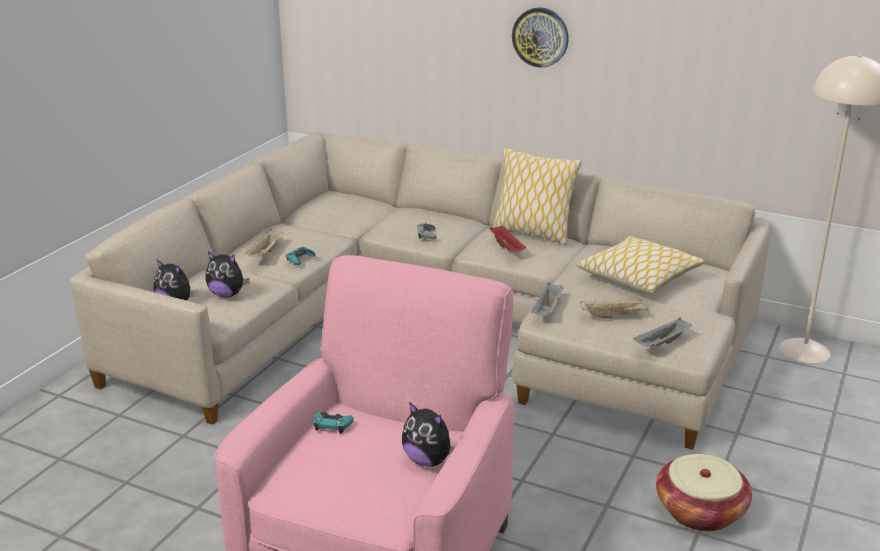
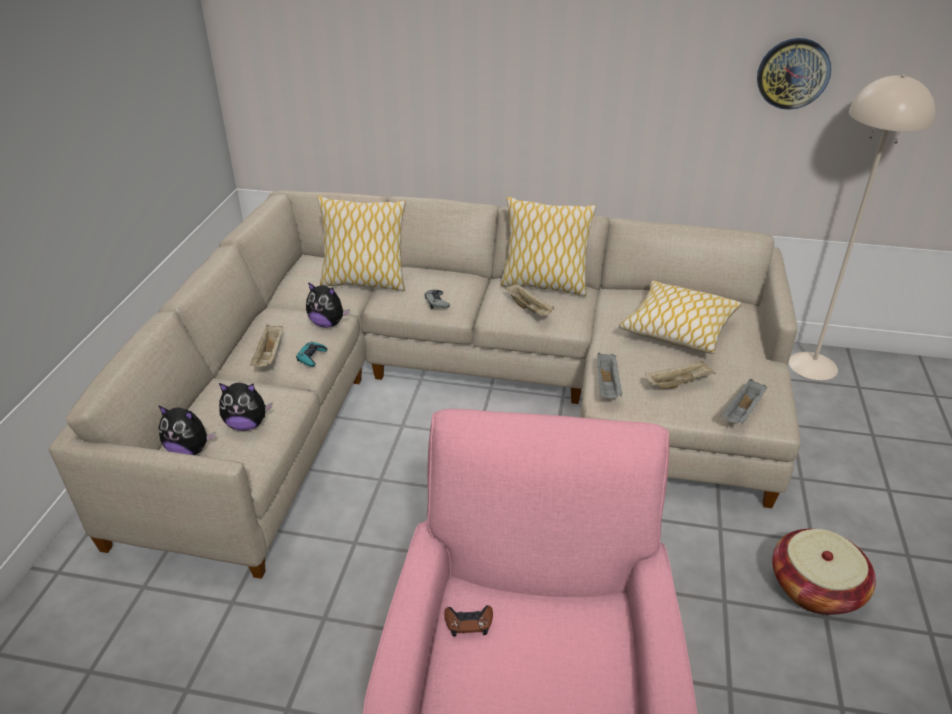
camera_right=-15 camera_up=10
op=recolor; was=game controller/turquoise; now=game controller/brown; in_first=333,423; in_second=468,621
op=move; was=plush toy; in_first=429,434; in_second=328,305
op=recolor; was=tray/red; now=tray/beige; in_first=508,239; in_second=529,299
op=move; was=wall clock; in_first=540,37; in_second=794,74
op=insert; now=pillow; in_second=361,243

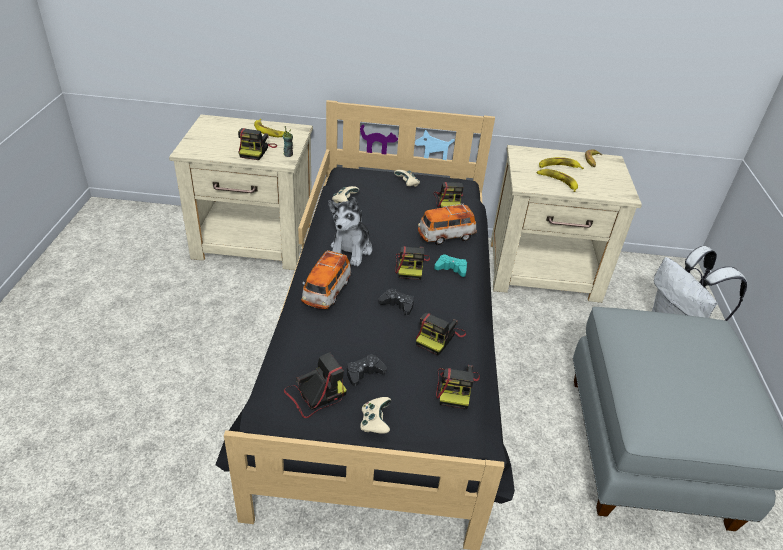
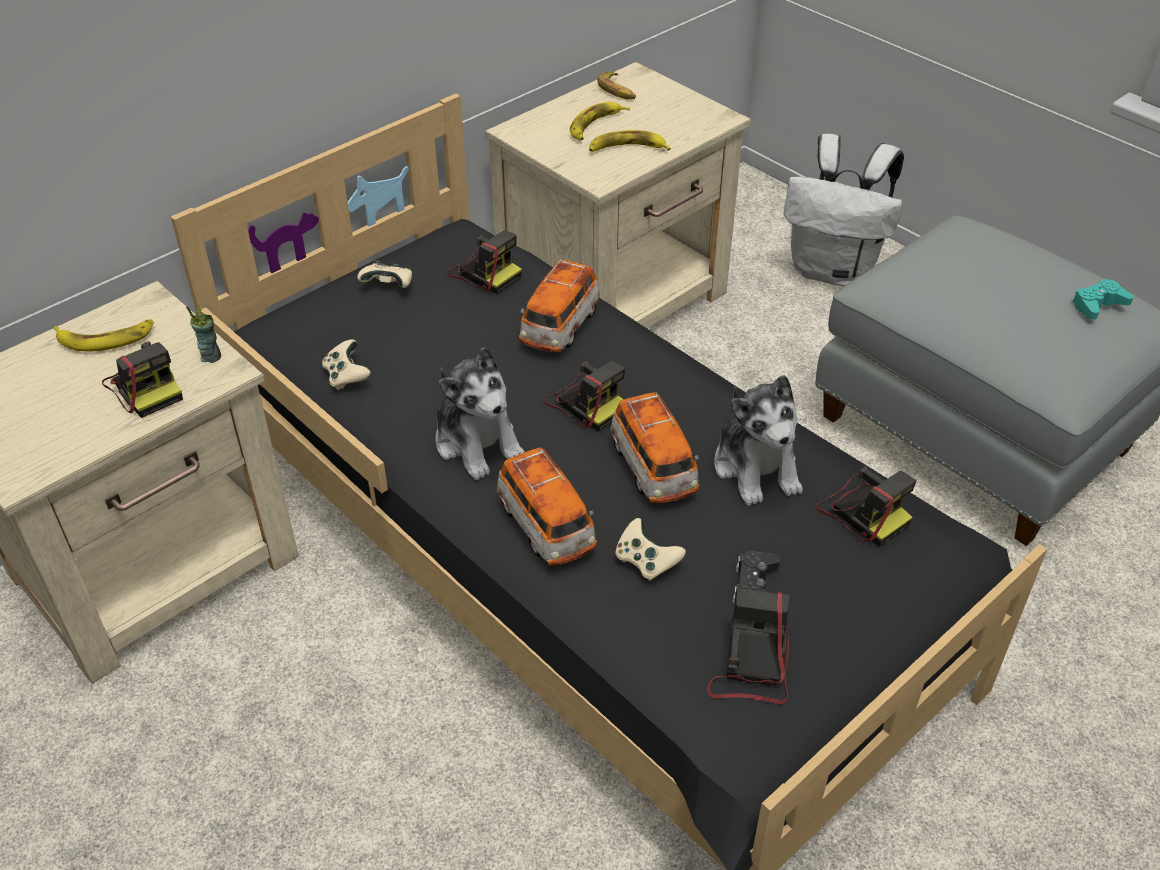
camera_right=-45 camera_up=5
op=move; was=game controller/beige; in_first=375,415; in_second=650,549
op=replace; was=game controller/black; now=toy car; in_first=396,301; in_second=655,447
op=replace; was=photo camera; now=plush toy; in_first=441,334; in_second=758,440
op=move; was=game controller/turquoise; in_first=450,265; in_second=1103,299

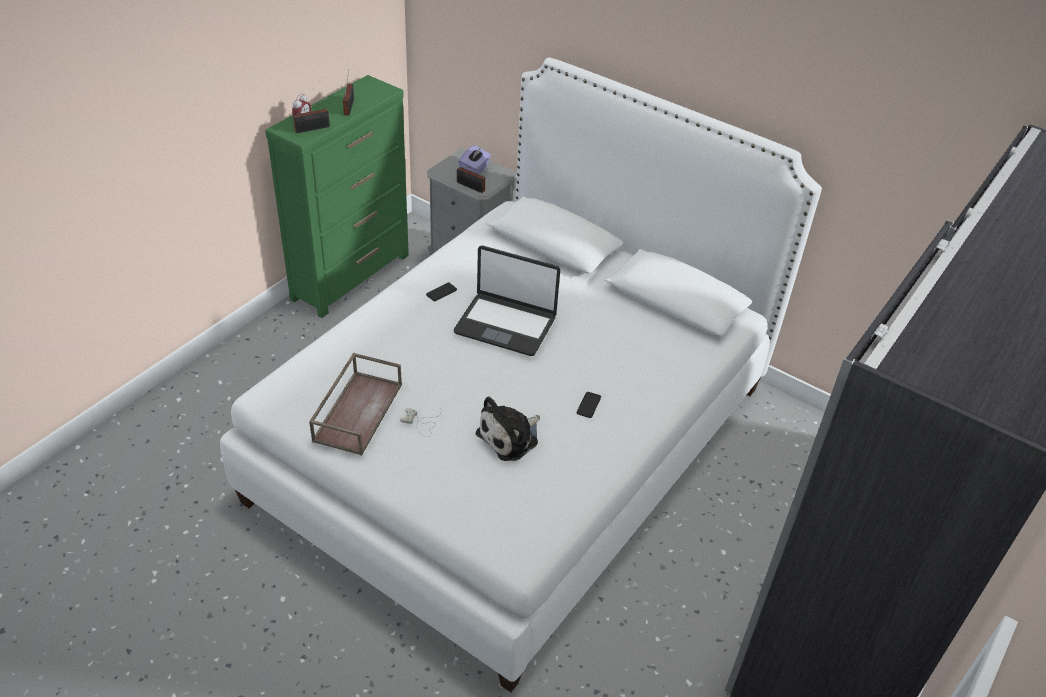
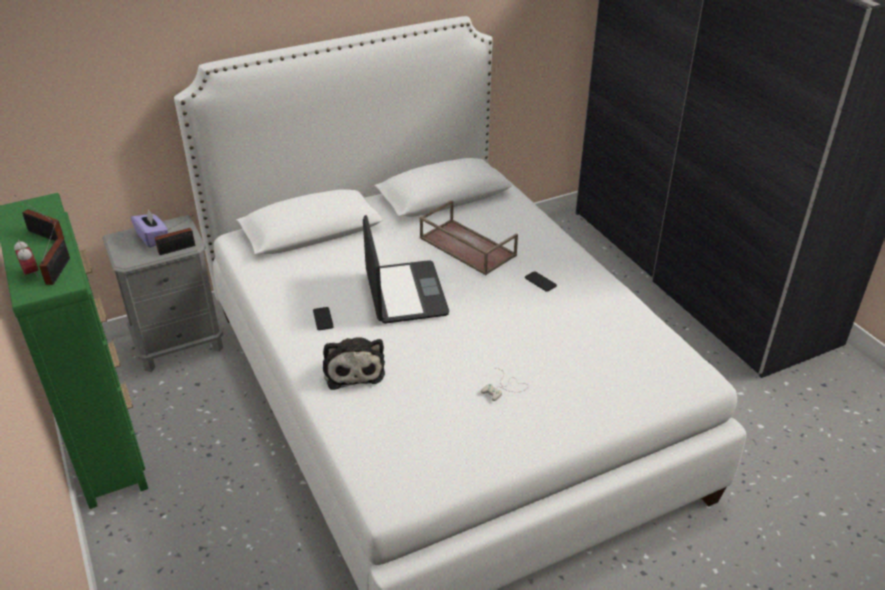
camera_right=-60 camera_up=-5
op=move; was=tray/brown; in_first=355,404; in_second=468,237
op=rotate; was=laptop; in_first=507,301; in_second=406,269; clockwise=-60
op=move; was=plush toy; in_first=507,428; in_second=354,363

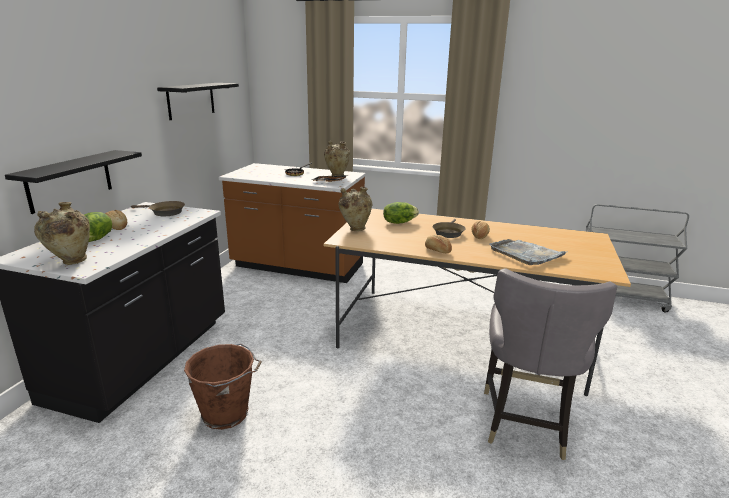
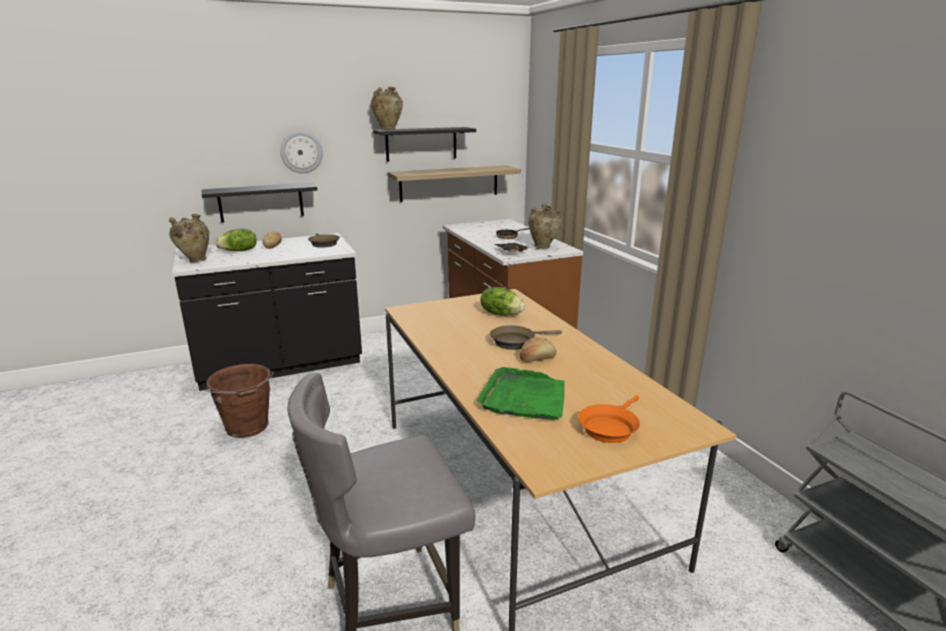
camera_right=50 camera_up=0
op=move; was=vase/beige; in_first=355,209; in_second=387,108
op=delete; was=bread; in_first=438,244
op=recolor; was=tray/grey; now=tray/green; in_first=528,252; in_second=521,393
op=insert; now=wall clock; in_second=301,152
op=insert; now=shelf; in_second=454,183
op=insert; now=frying pan/orange; in_second=609,419

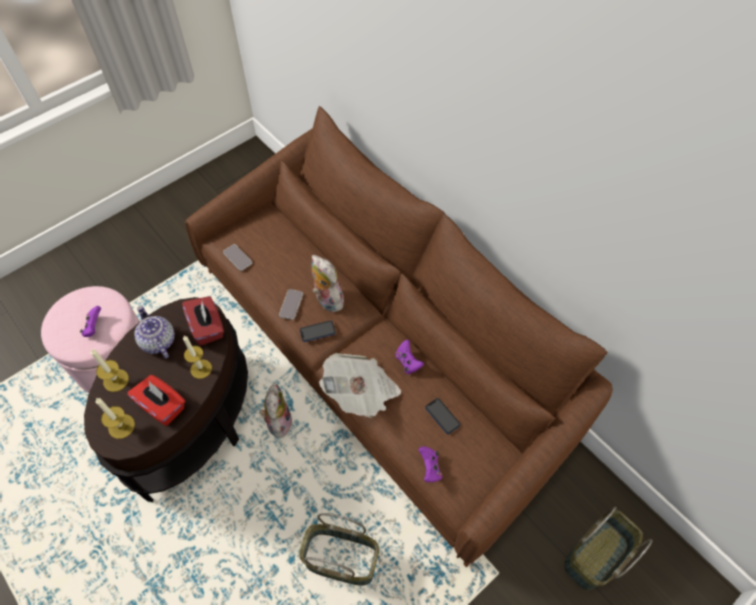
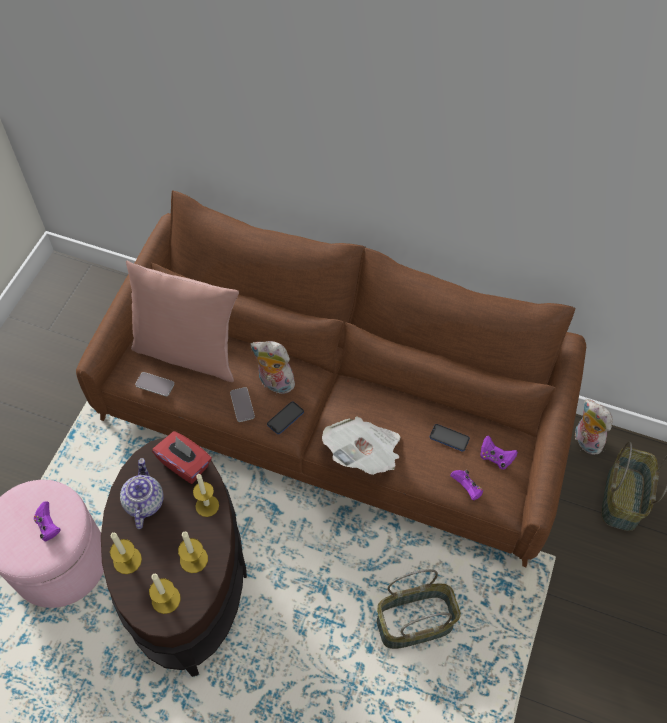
camera_right=-30 camera_up=0
op=replace; was=tissue box/red; now=candle; in_first=156,400; in_second=193,552
op=rotate; was=teapot; in_first=154,332; in_second=142,493; clockwise=60
op=move; was=plush toy; in_first=276,410; in_second=594,427
op=move; was=game controller/purple; in_first=409,357; in_second=499,452
op=insert; now=pillow/pink; in_second=182,321

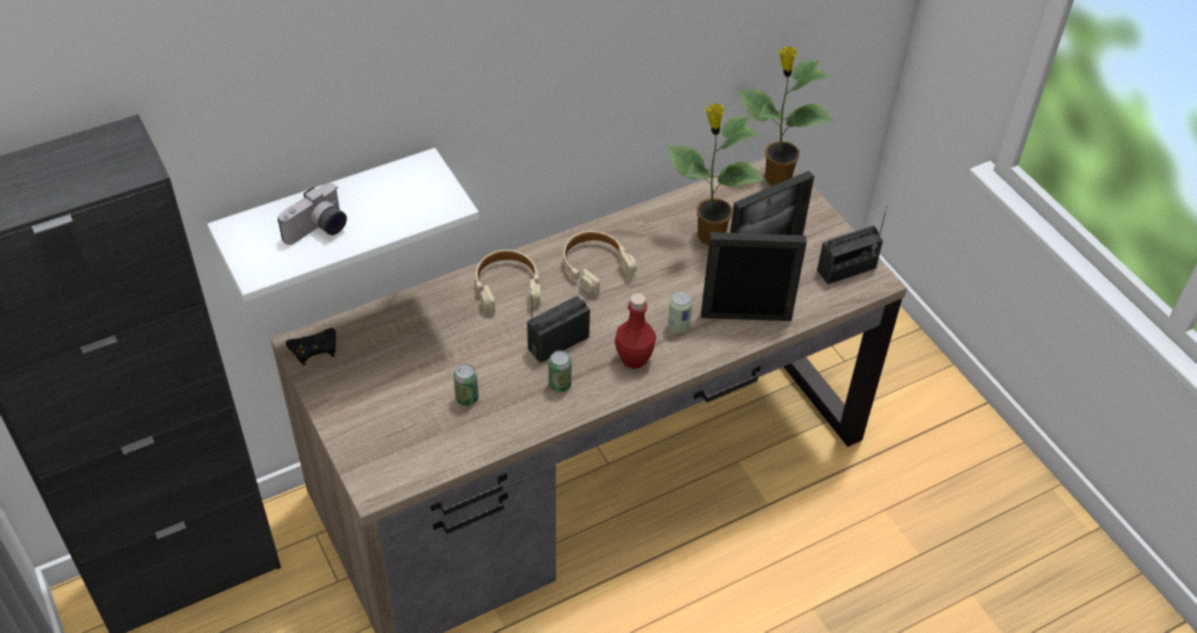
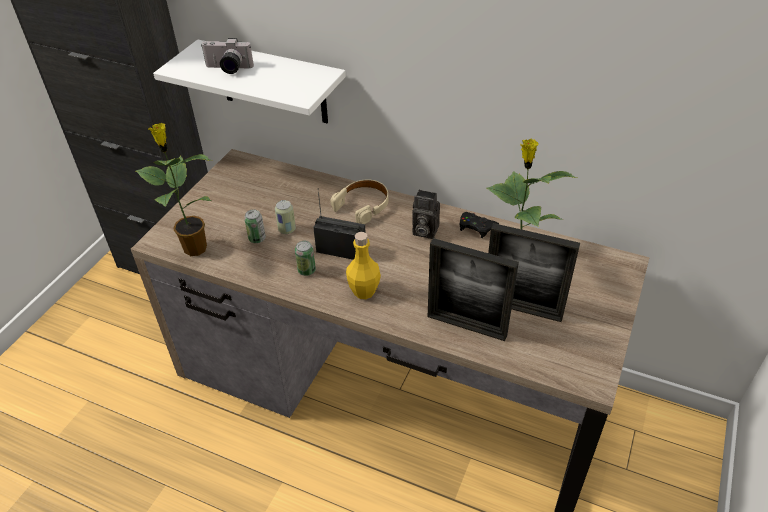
camera_right=55 camera_up=-5
op=move; was=game controller/black; in_first=311,346; in_second=479,225
op=replace; was=headphones/beige; now=photo camera; in_first=600,263; in_second=426,214
op=recolor; was=bottle/red; now=bottle/yellow; in_first=635,331; in_second=363,265
op=move; was=can; in_first=680,312; in_second=285,217
op=rotate; was=picture frame; in_first=754,276; in_second=473,289; clockwise=150
op=move; was=potted plant; in_first=785,116; in_second=174,189
op=delete; was=radio; in_first=852,245

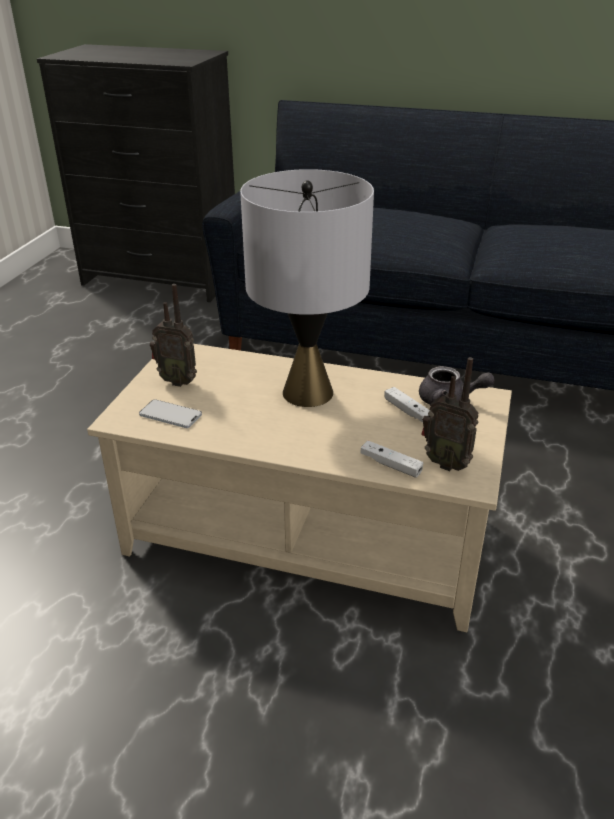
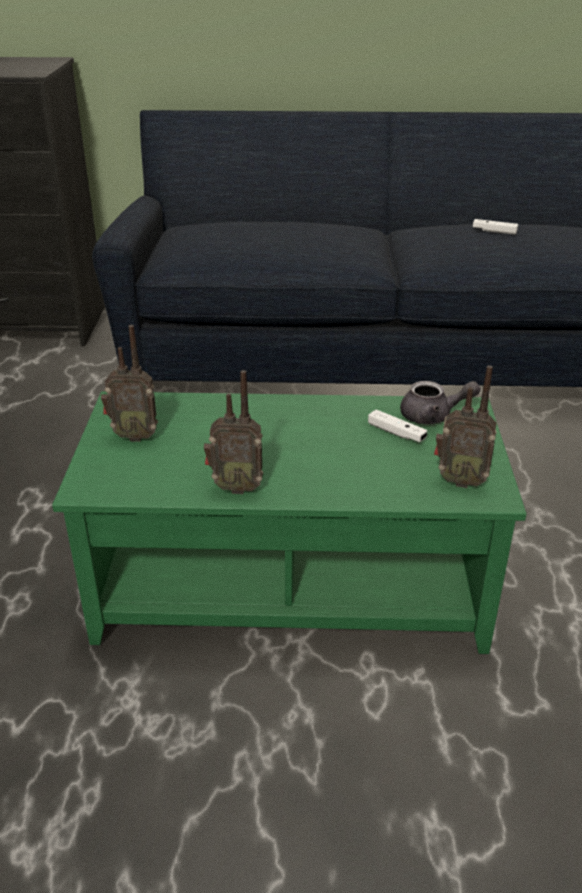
camera_right=-15 camera_up=0
op=recolor; was=coffee table/beige; now=coffee table/green; in_first=299,488; in_second=289,522
op=delete; was=phone; in_first=170,413
op=delete; was=table lamp/grey; in_first=307,288
op=move; was=game controller/white; in_first=391,459; in_second=495,227
op=insert; now=radio; in_second=233,432

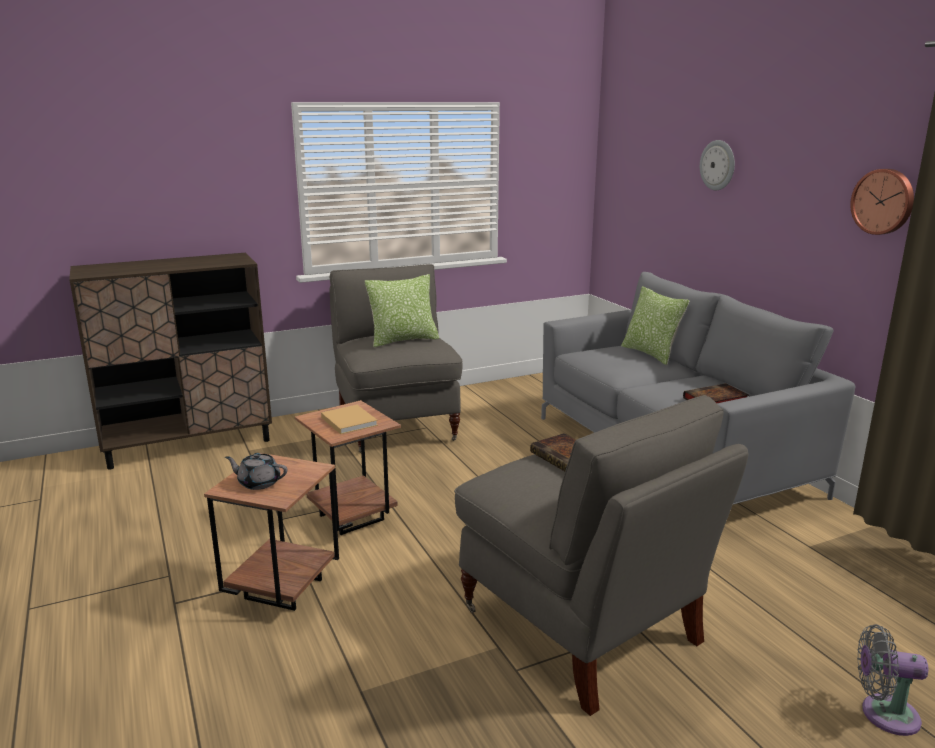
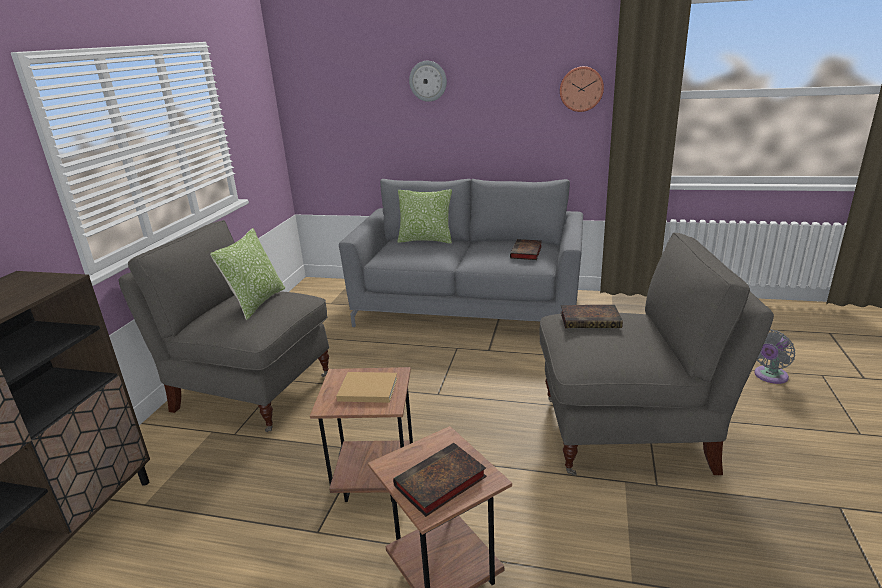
camera_right=-50 camera_up=5
op=replace; was=teapot/grey; now=book; in_first=256,471; in_second=440,480

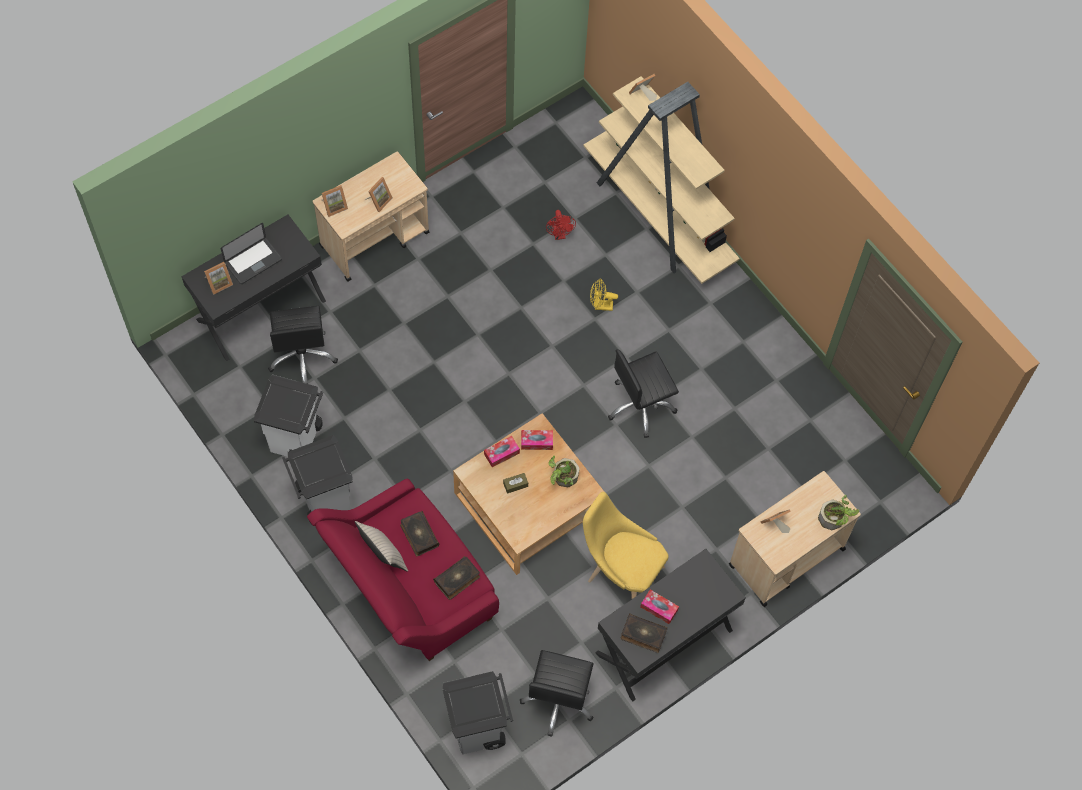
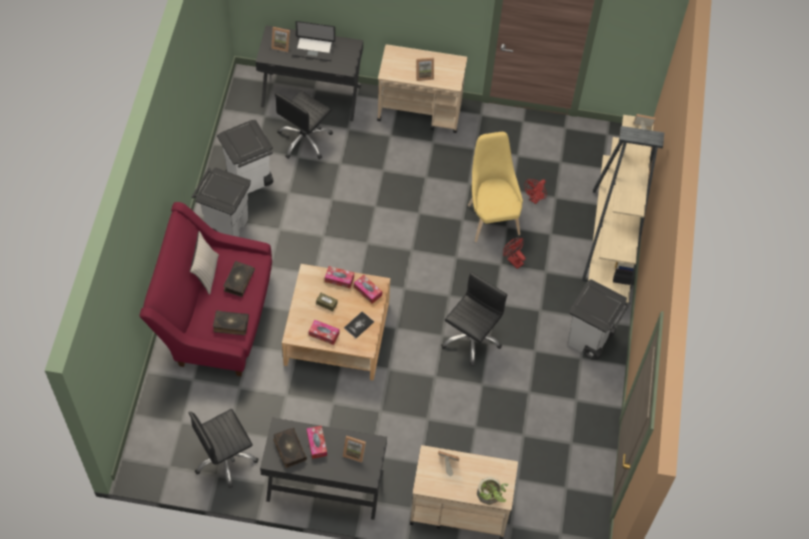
camera_right=45 camera_up=-5
op=move; was=picture frame; in_first=334,201; in_second=354,449
op=move; was=trash can/grey; in_first=478,712; in_second=599,319
op=replace; was=potted plant; now=book; in_first=564,471; in_second=359,324
op=move; was=chair/yellow; in_first=626,545; in_second=495,187
op=recolor; was=fan/yellow; now=fan/red; in_first=604,294; in_second=514,253
op=rotate; was=office chair/black; in_first=643,393; in_second=474,319; clockwise=105
op=insert; now=tissue box; in_second=324,332

